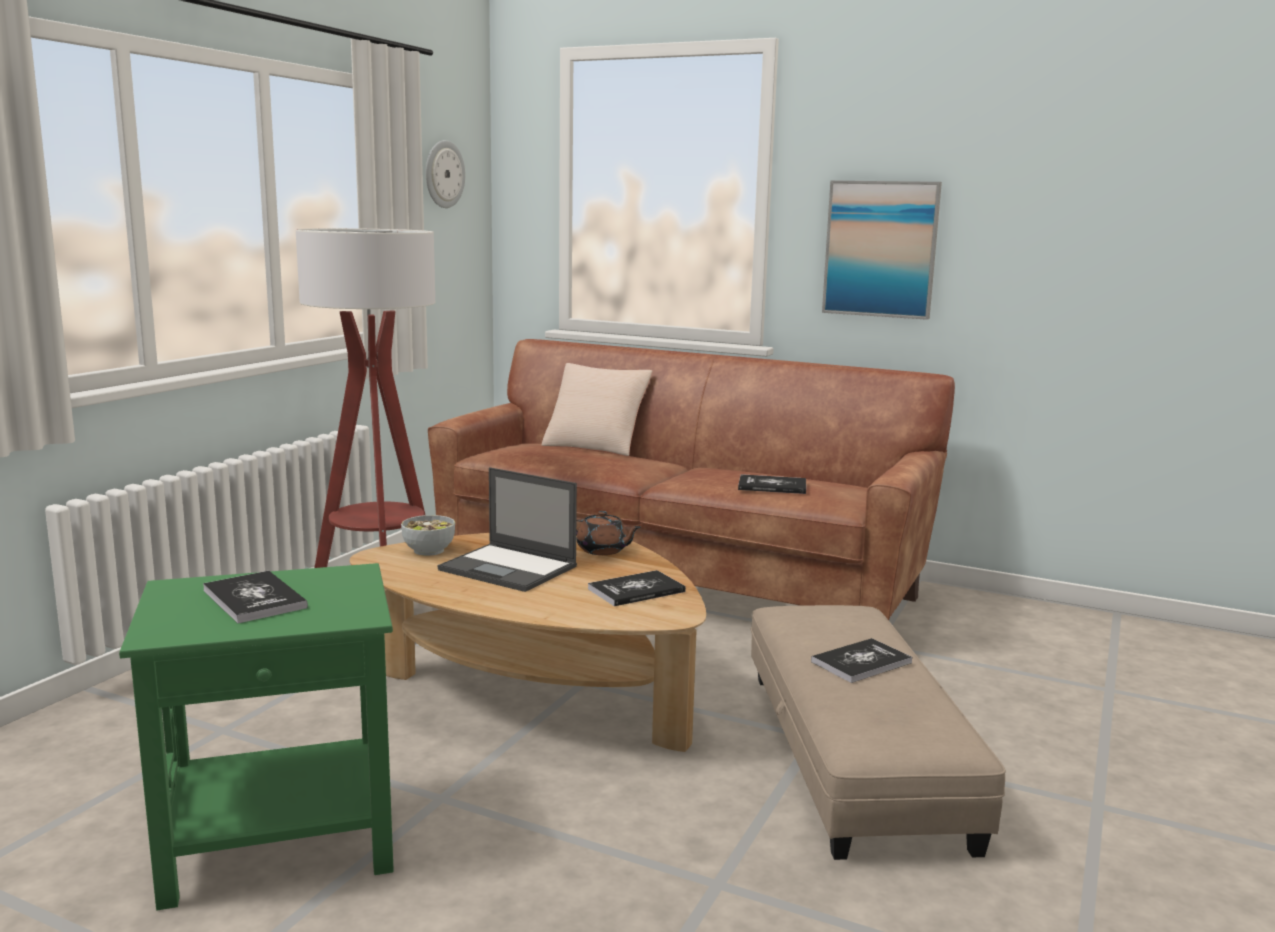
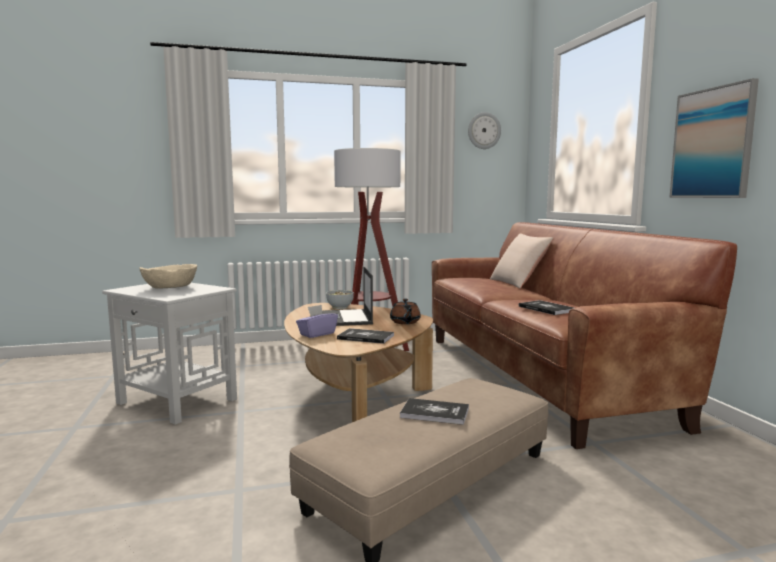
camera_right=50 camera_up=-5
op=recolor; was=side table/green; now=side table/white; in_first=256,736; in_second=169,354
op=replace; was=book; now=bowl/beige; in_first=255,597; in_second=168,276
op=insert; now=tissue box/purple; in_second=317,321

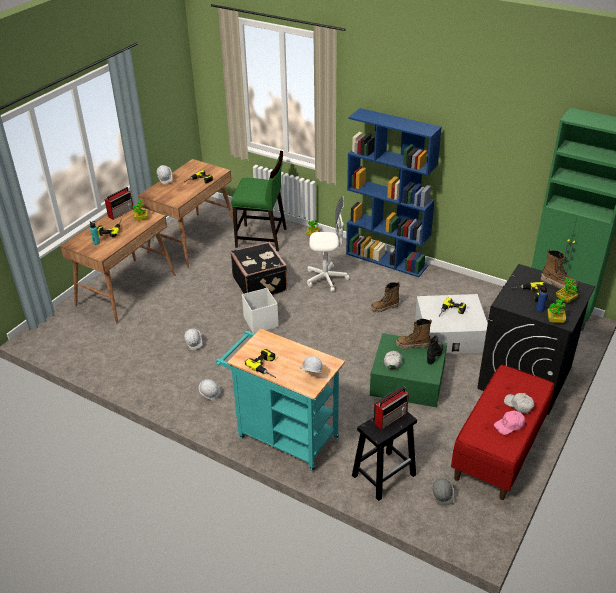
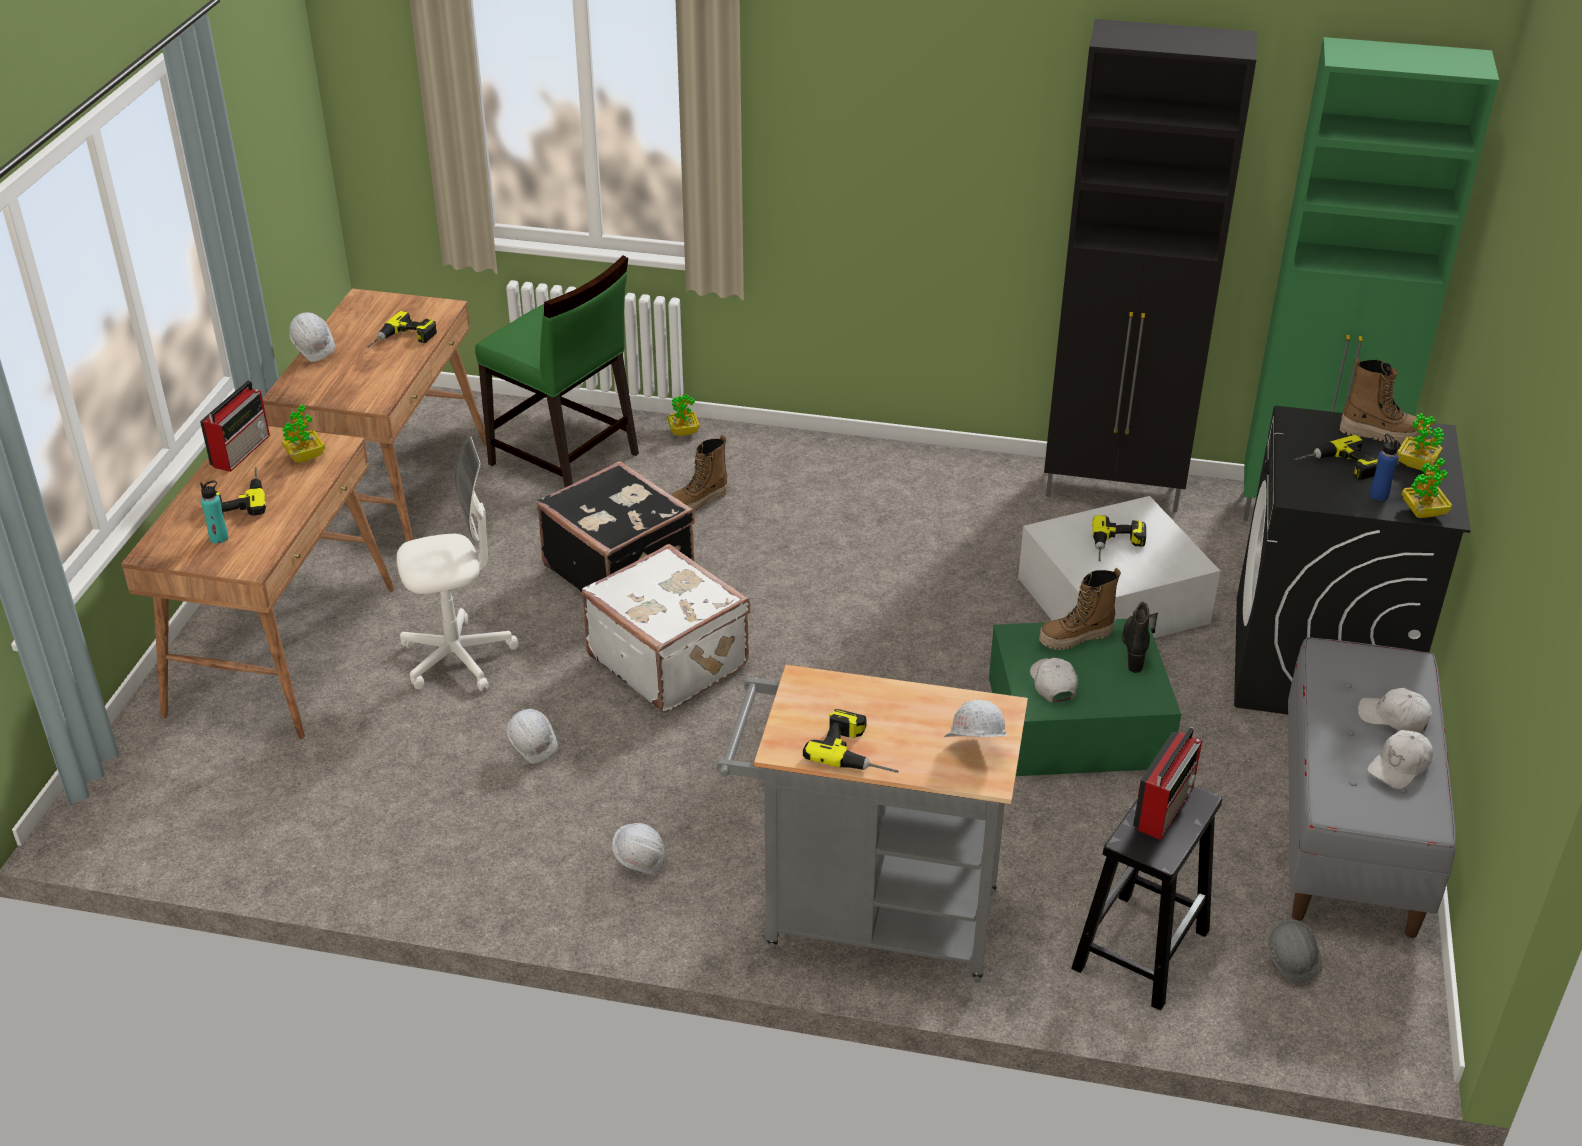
camera_right=-20 camera_up=0
op=recolor; was=cart/turquoise; now=cart/grey; in_first=280,400; in_second=872,823
op=rotate; was=chair/green; in_first=259,201; in_second=557,371; clockwise=45
op=replace; was=storage box/white; now=suitcase/white; in_first=260,311; in_second=666,628
op=move; was=office chair/white; in_first=328,244; in_second=458,563
op=delete; was=bookcase/blue; in_first=394,192
op=move; was=boot; in_first=385,297; in_second=699,473
op=recolor; was=bench/red; now=bench/grey; in_first=502,432; in_second=1372,787
op=recolor; was=cap/pink; now=cap/white; in_first=509,422; in_second=1400,759
op=insert; now=cabinet/black; in_second=1150,265

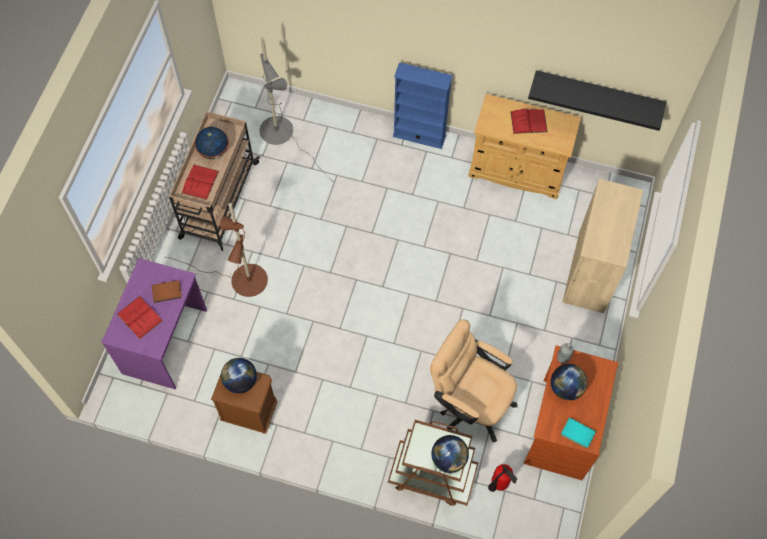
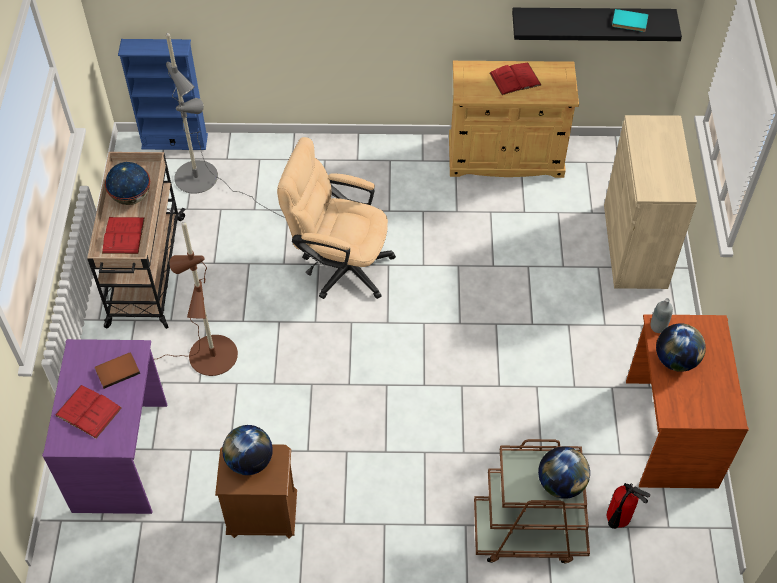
camera_right=-15 camera_up=-10
op=move; was=bookcase/blue; in_first=423,105; in_second=163,94
op=move; was=office chair/beige; in_first=473,380; in_second=336,218
op=move; was=book/turquoise; in_first=578,433; in_second=630,20

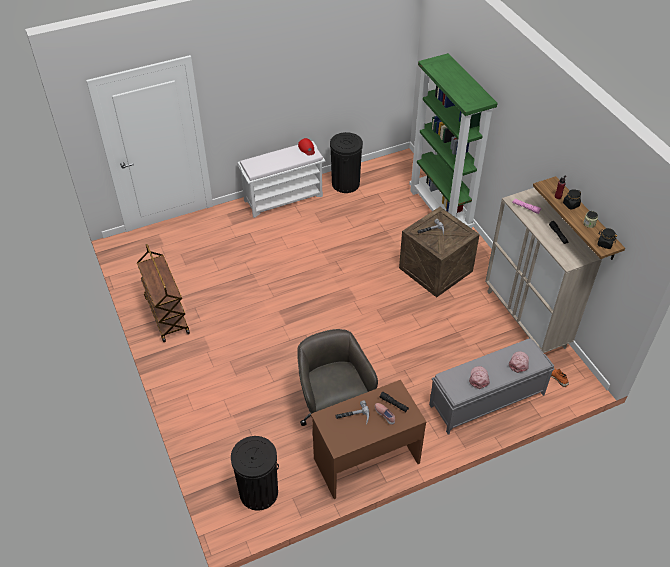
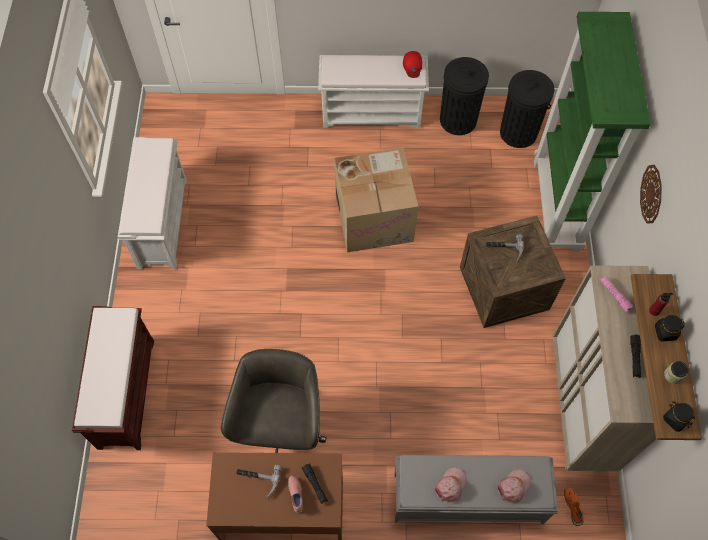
camera_right=25 camera_up=15
op=replace; was=cart/brown; now=bench/white; in_first=163,293; in_second=152,203
op=move; was=trash can/black; in_first=255,473; in_second=527,109
op=insert; now=bench/brown; in_second=113,378
op=insert; now=cardboard box; in_second=376,200
op=insert; now=wall clock; in_second=651,194

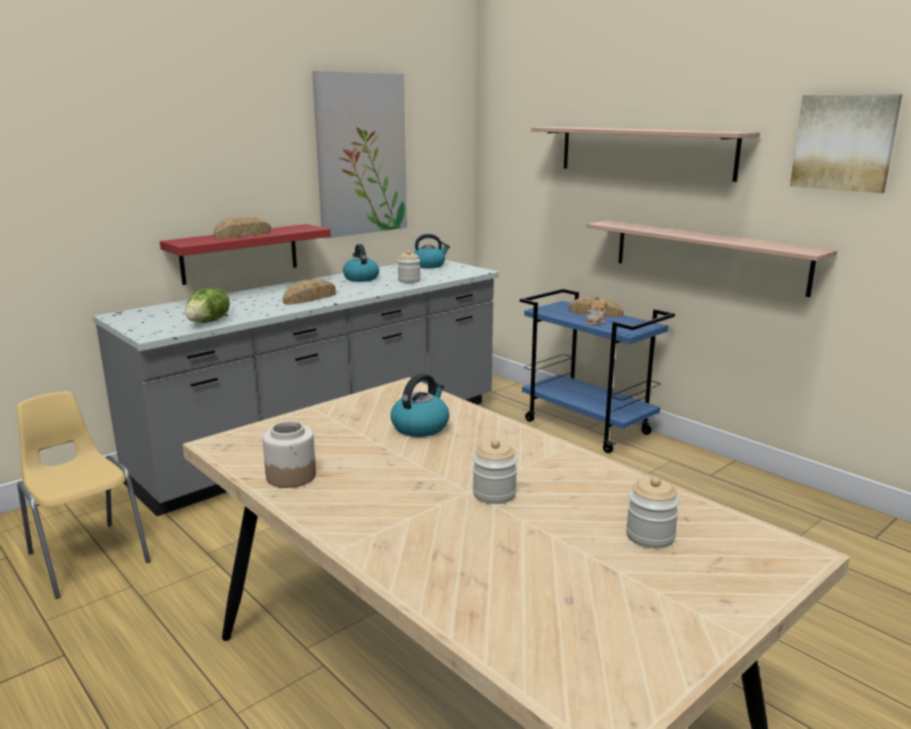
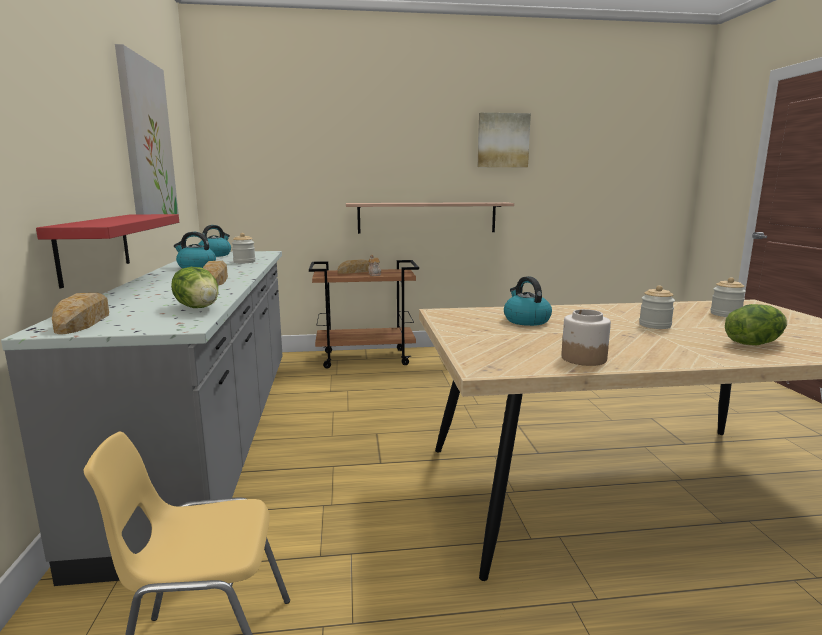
camera_right=-55 camera_up=-5
op=move; was=bread; in_first=242,227; in_second=80,313
op=recolor; was=cart/blue; now=cart/brown; in_first=597,371; in_second=364,314
op=delete; was=shelf; in_first=645,154
op=insert; now=lettuce; in_second=756,324

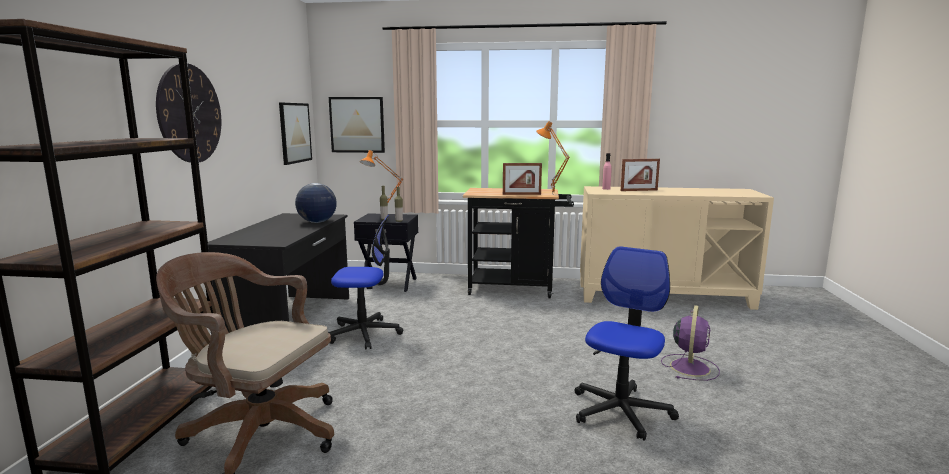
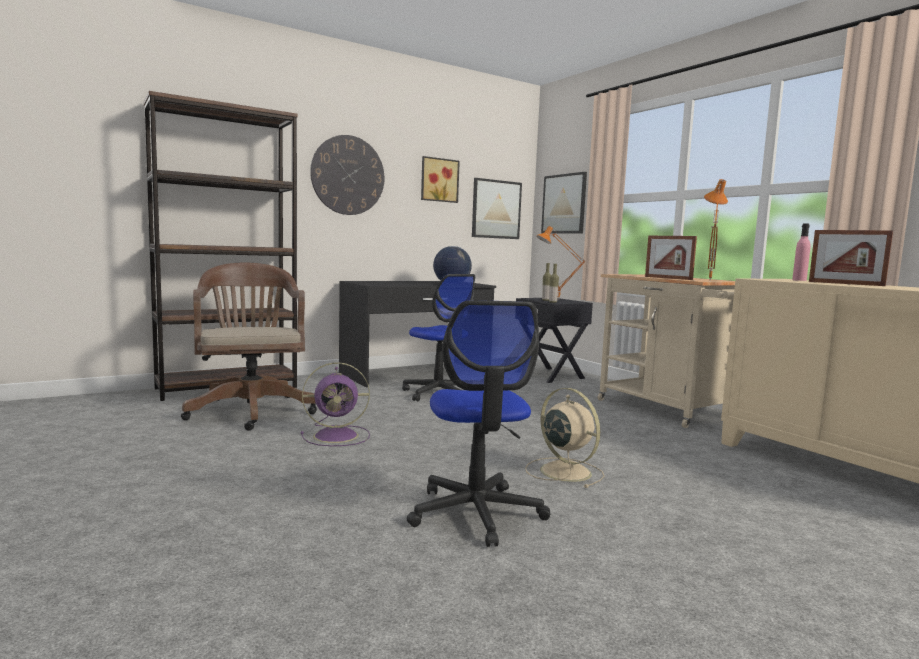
camera_right=50 camera_up=-5
op=recolor; was=cart/black; now=cart/beige; in_first=518,243; in_second=666,351
op=rotate; was=office chair; in_first=626,343; in_second=478,423; clockwise=90
op=move; was=fan/purple; in_first=690,343; in_second=335,404
op=insert; now=picture; in_second=440,179
op=insert; now=fan/beige; in_second=565,438

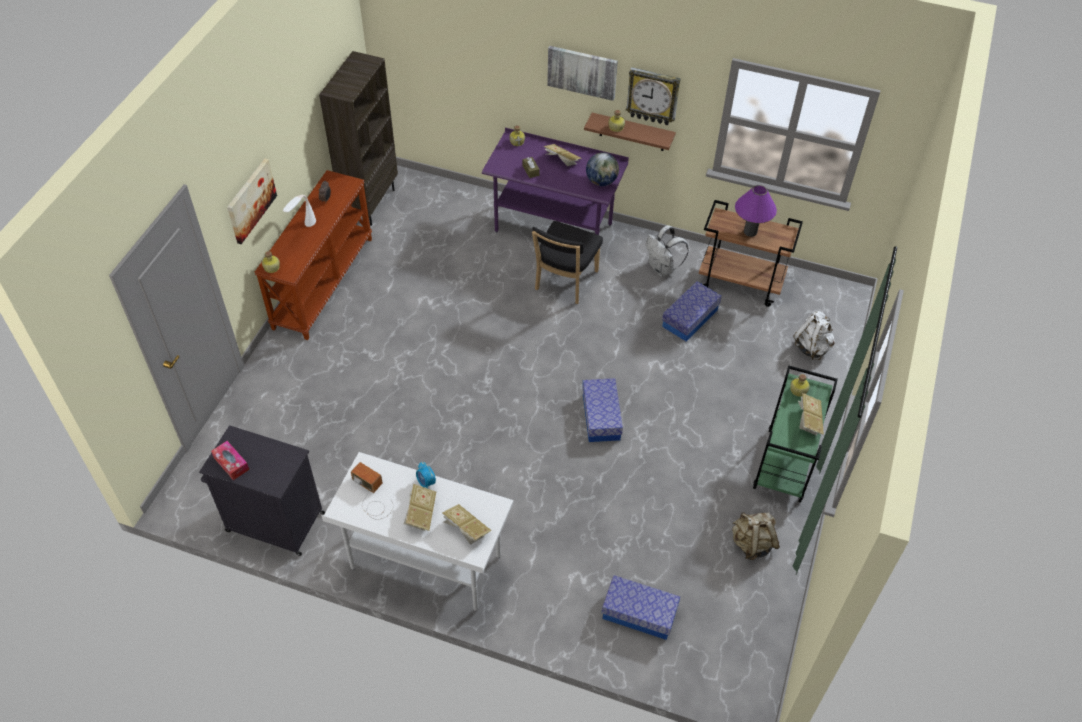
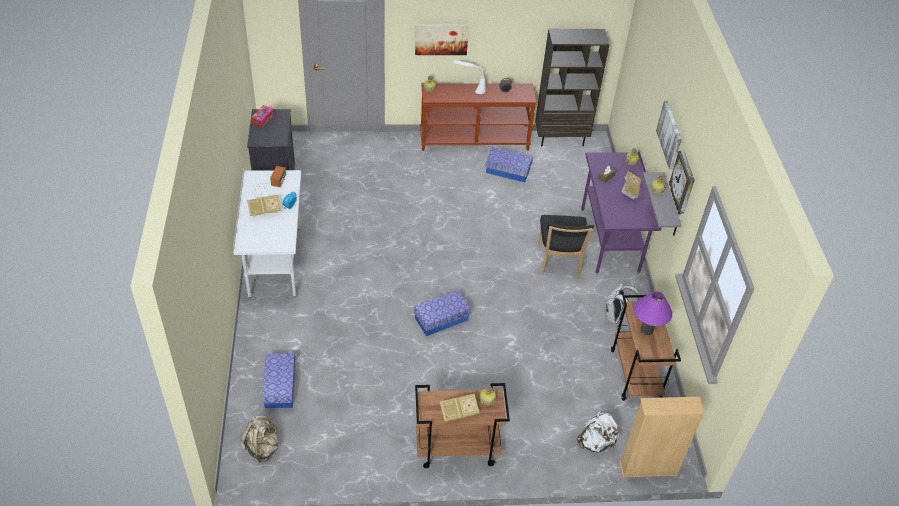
camera_right=65 camera_up=-5
op=delete; was=book; in_first=467,524
op=rotate; was=chair/black; in_first=567,262; in_second=566,246; clockwise=-90
op=recolor; was=shelf/brown; now=shelf/grey; in_first=630,132; in_second=662,204
op=delete; was=globe; in_first=602,169
op=move; was=storage box; in_first=692,311; in_second=509,164
op=move; was=backpack/beige; in_first=756,536; in_second=259,439
op=recolor; was=cart/green; now=cart/brown; in_first=795,434; in_second=462,425
op=insert; now=bookcase/beige; in_second=662,437

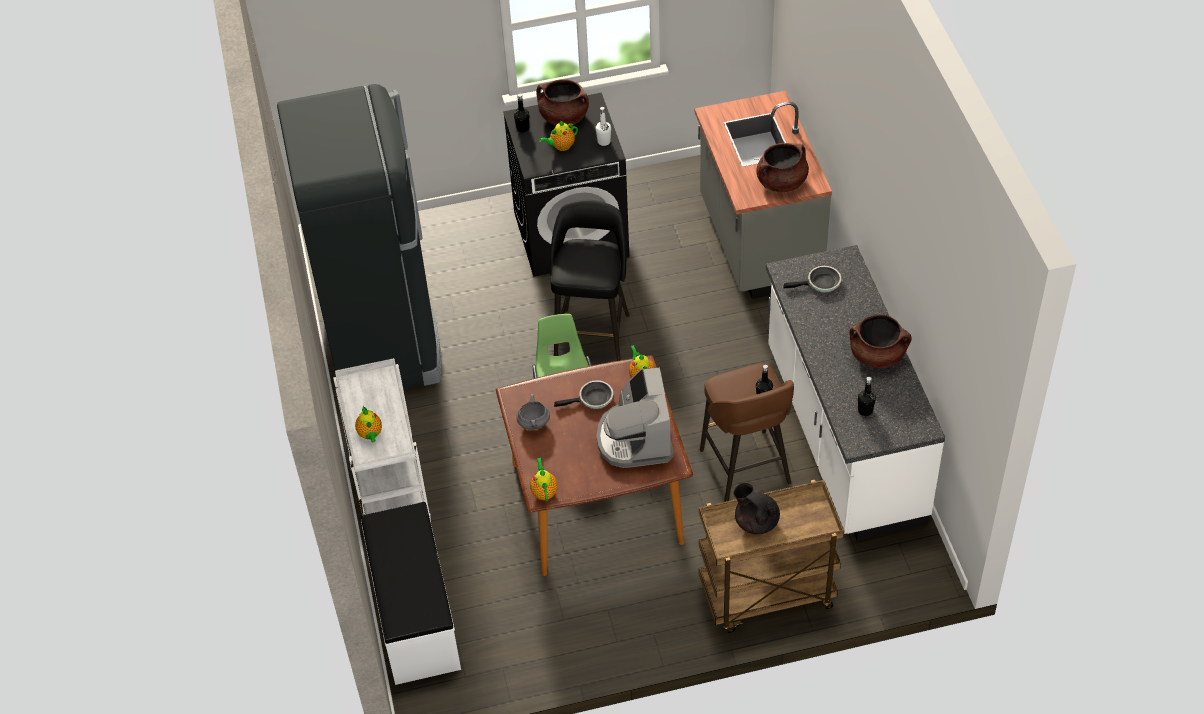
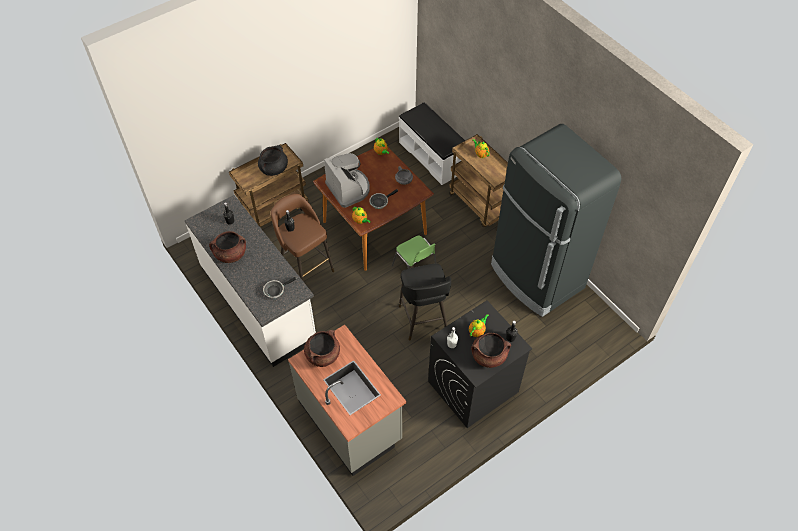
camera_right=155 camera_up=5
op=recolor; was=cart/white; now=cart/brown; in_first=382,439; in_second=478,180
op=replace; was=teapot/black; now=cooking pot/black; in_first=757,508; in_second=273,160

